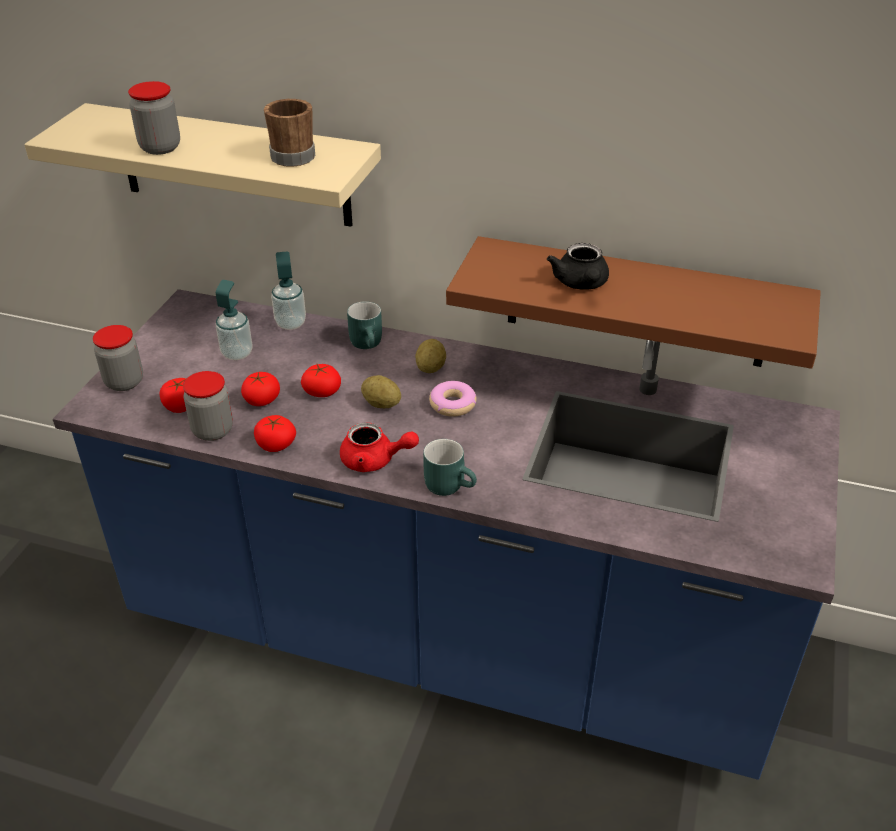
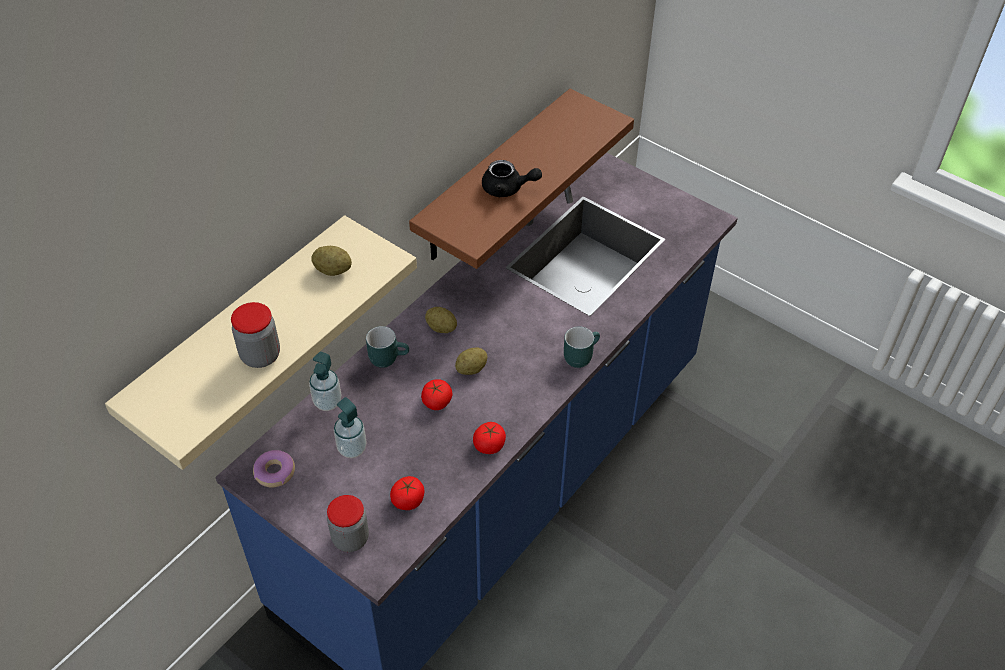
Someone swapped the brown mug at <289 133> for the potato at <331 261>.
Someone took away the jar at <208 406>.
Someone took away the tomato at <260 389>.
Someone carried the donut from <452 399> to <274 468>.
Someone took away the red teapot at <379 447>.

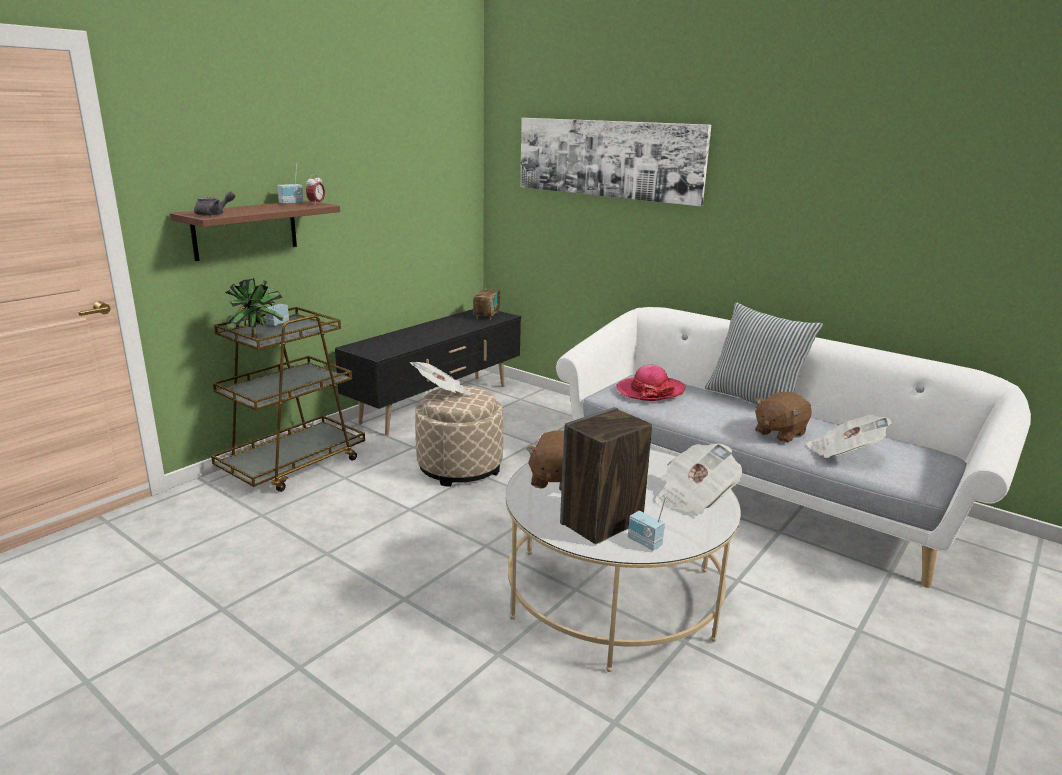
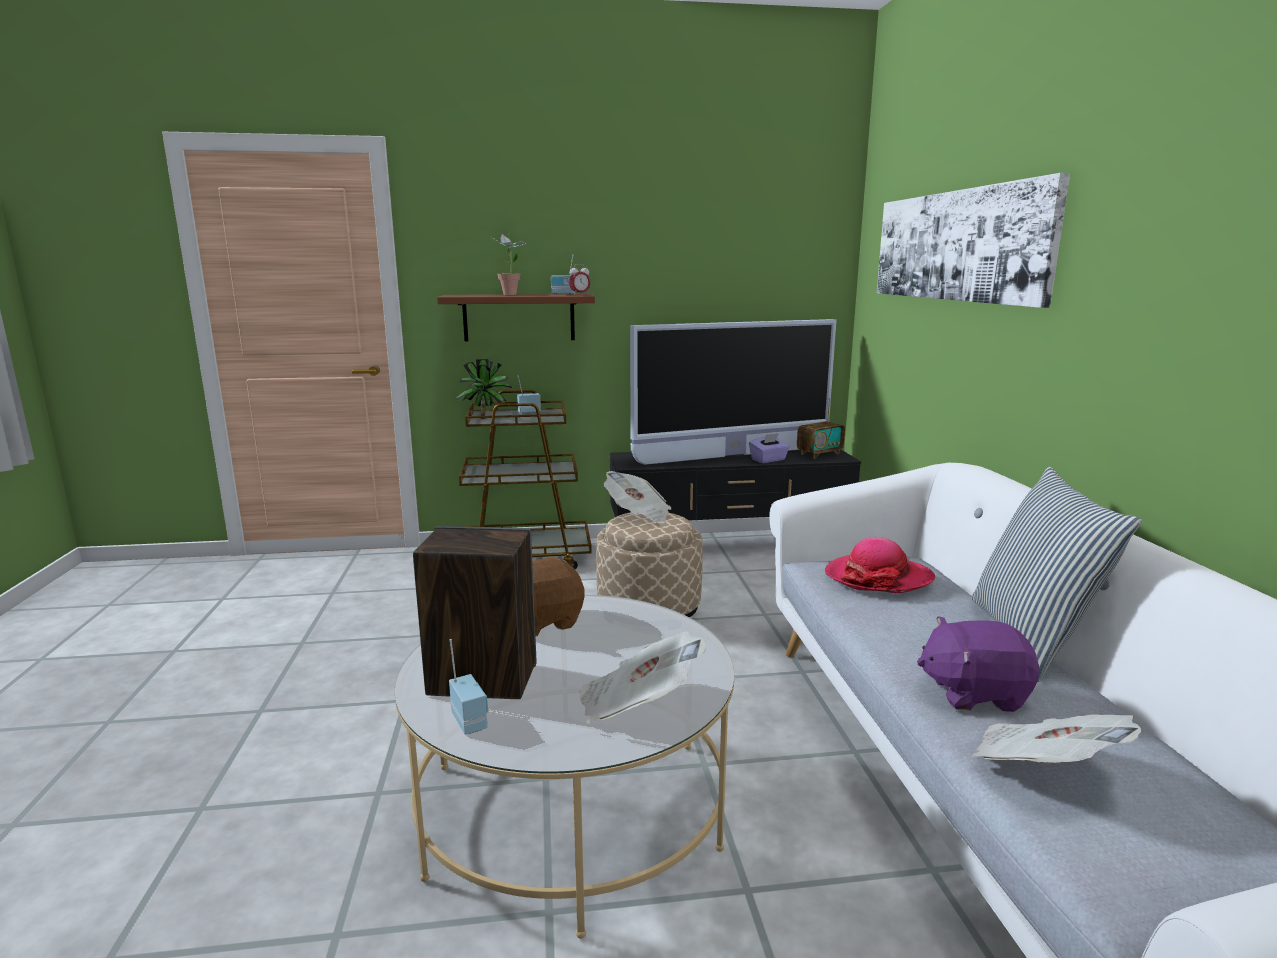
Someone took away the grey teapot at <214 204>.
Someone repainted the brown plush toy at <783 417>, which became the purple plush toy at <978 664>.
Someone rotated the radio at <647 523> by 150 degrees clockwise.
Someone put down the potted plant at <509 264>.
Someone put down the television at <733 392>.
Someone put down the purple tissue box at <769 448>.

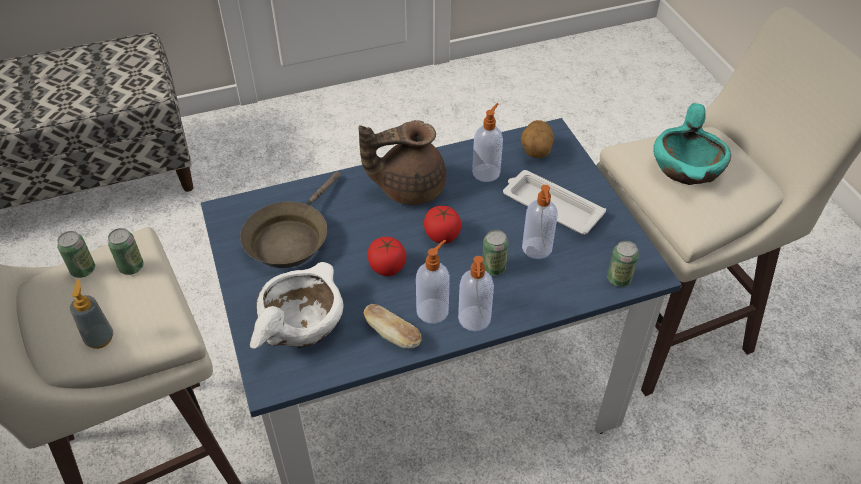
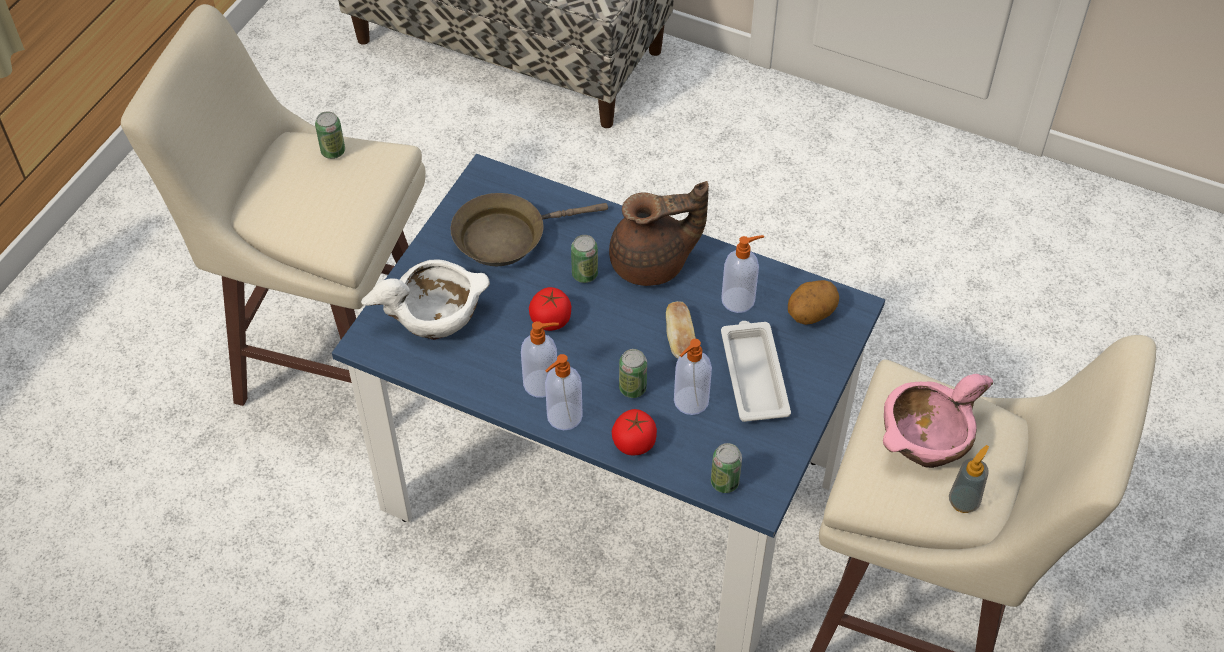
Someone repainted the turquoise bowl at <692 144>, which became the pink bowl at <938 421>.
Someone rotated the brown teapot at <402 162> by 135 degrees clockwise.
Someone carried the tomato from <442 225> to <634 432>.
Someone carried the can from <126 251> to <584 259>.
Someone carried the soap dispenser from <91 314> to <969 479>.
Someone carried the bread from <393 326> to <681 330>.

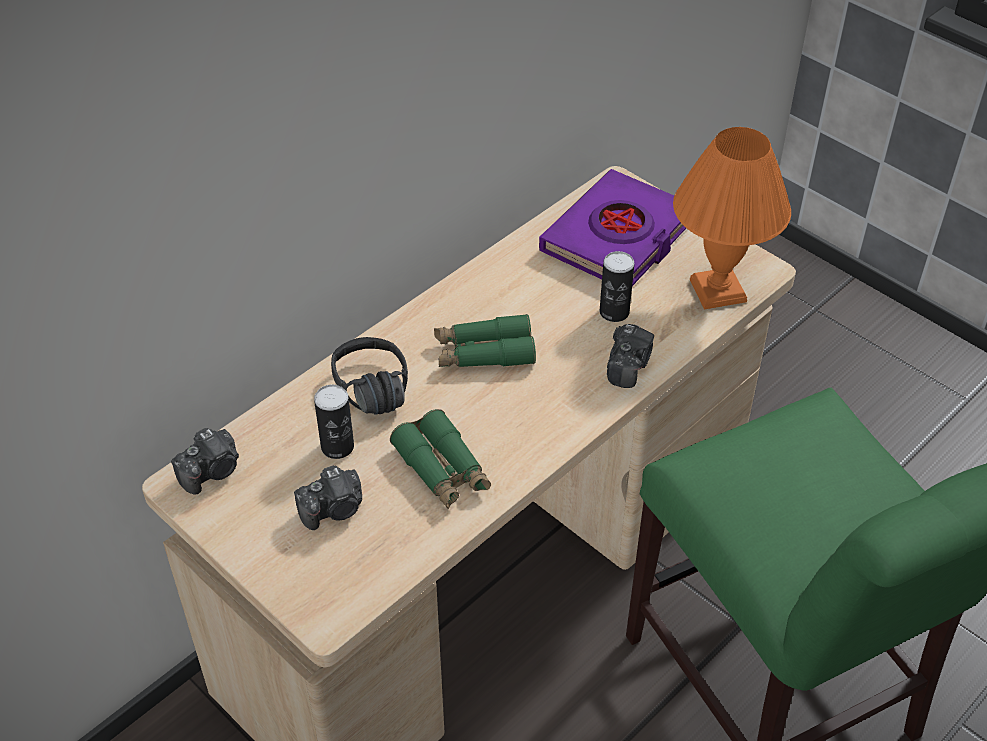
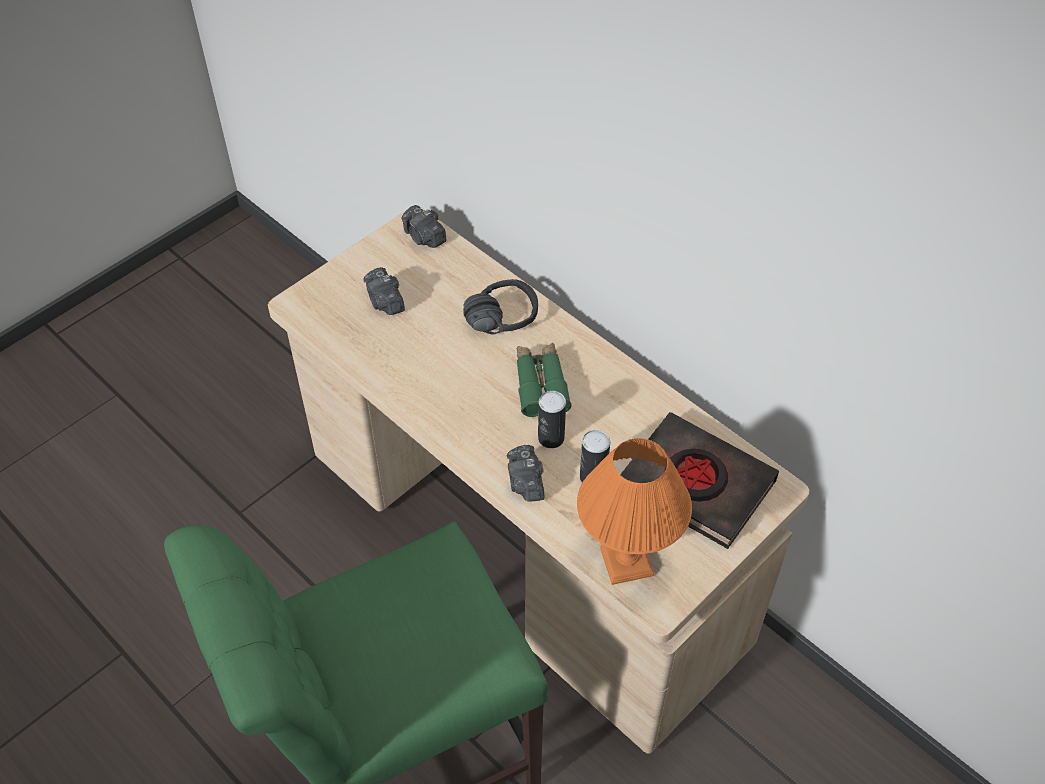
Someone repainted the purple book at <612 227>, which became the black book at <699 480>.
Someone rotated the photo camera at <630 356> by 60 degrees clockwise.
Someone carried the can from <334 421> to <552 419>.
Someone took away the green binoculars at <440 459>.

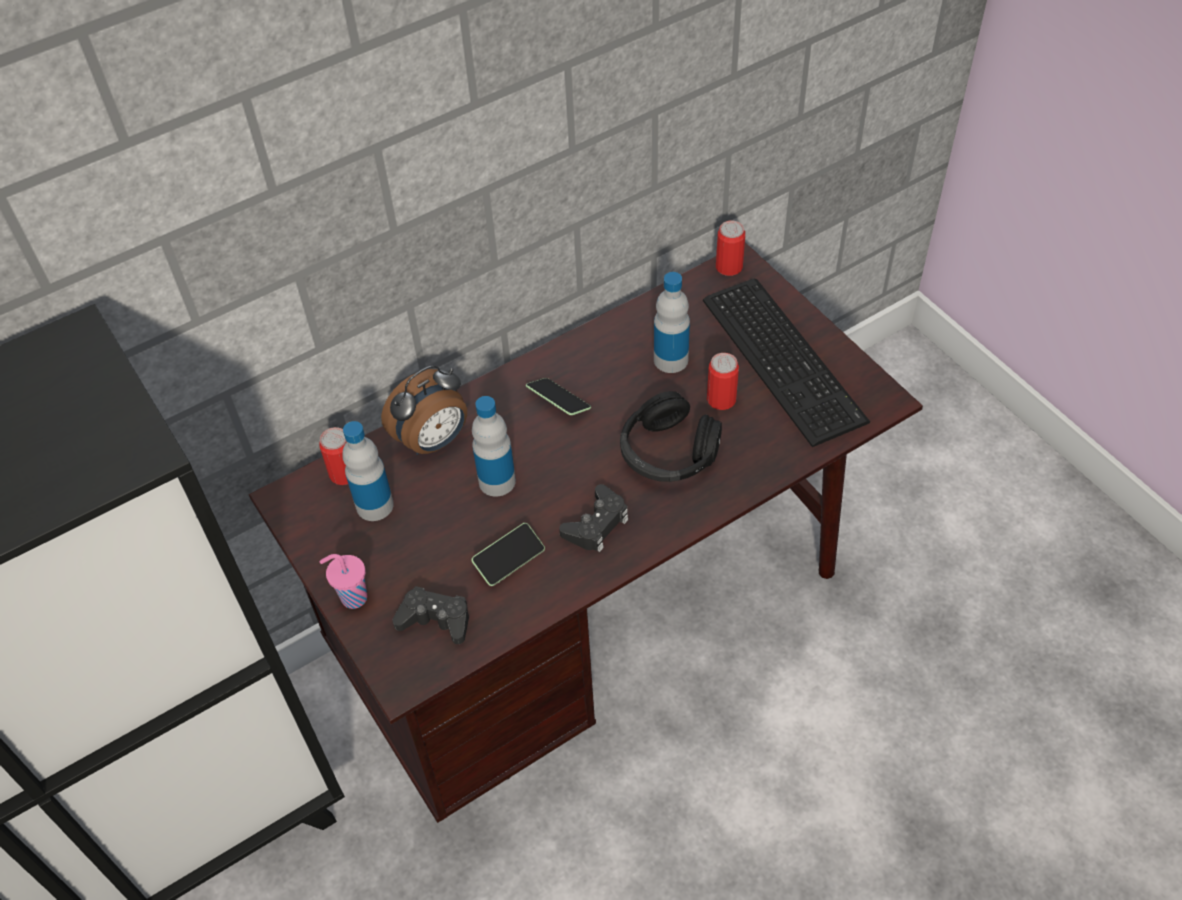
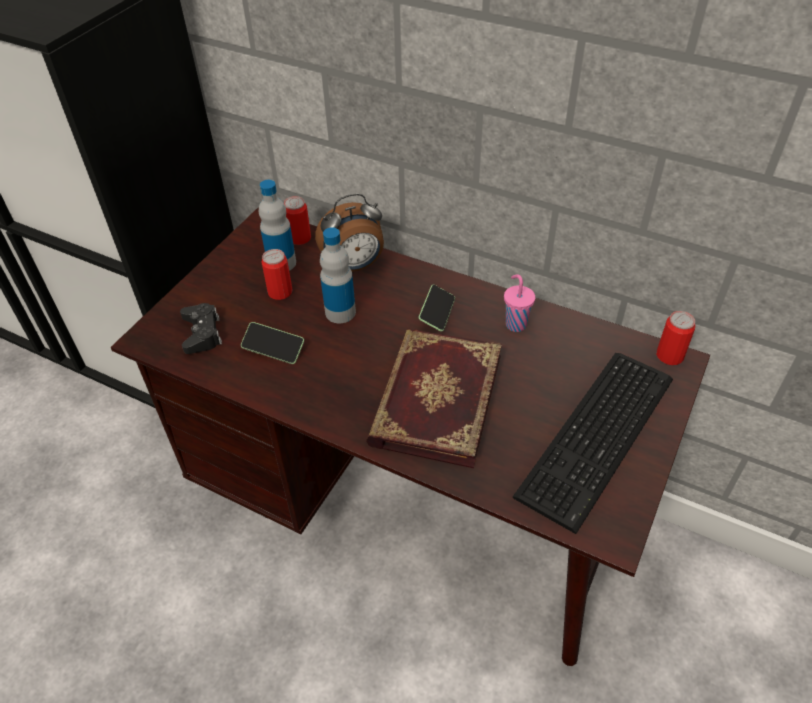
Someone took away the bottle at <672 322>.
Someone carried the can from <723 381> to <277 274>.
Someone rotated the alarm clock at <424 410> by 45 degrees counterclockwise.
Someone swapped the black headphones at <671 436> for the book at <434 398>.
Someone took away the black game controller at <594 518>.
Someone carried the pink cup from <343 581> to <519 303>.

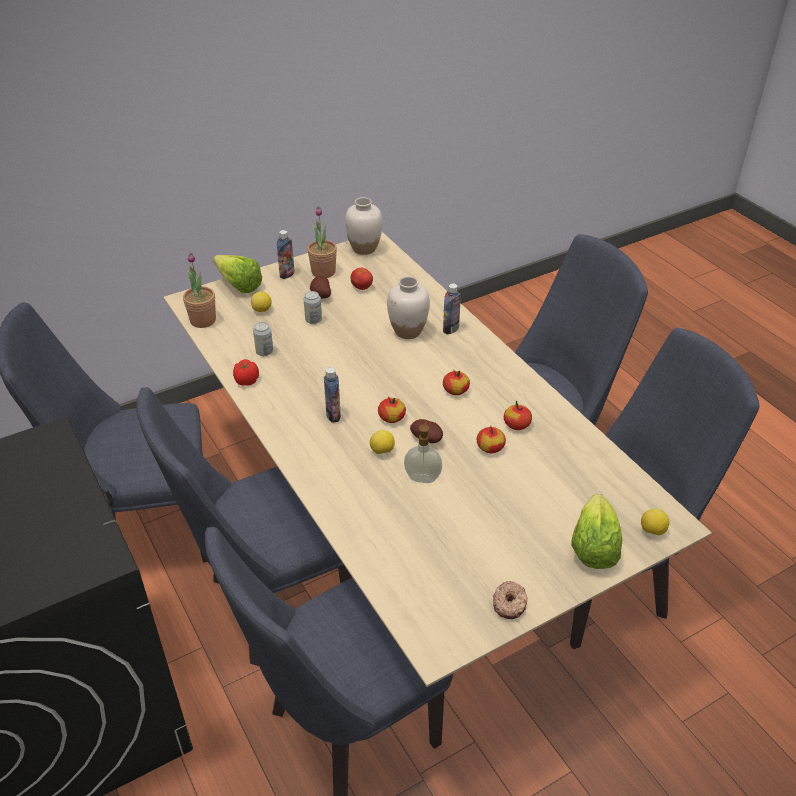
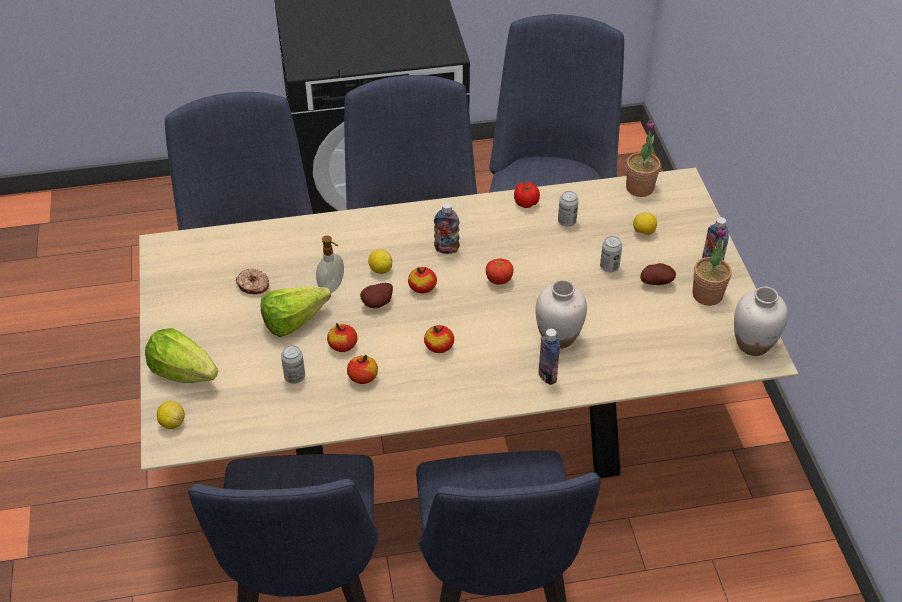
Someone carried the lettuce from <237 274> to <295 311>.
Someone carried the tomato from <362 279> to <499 272>.
Someone carried the donut from <510 600> to <252 281>.
Someone put down the can at <293 364>.

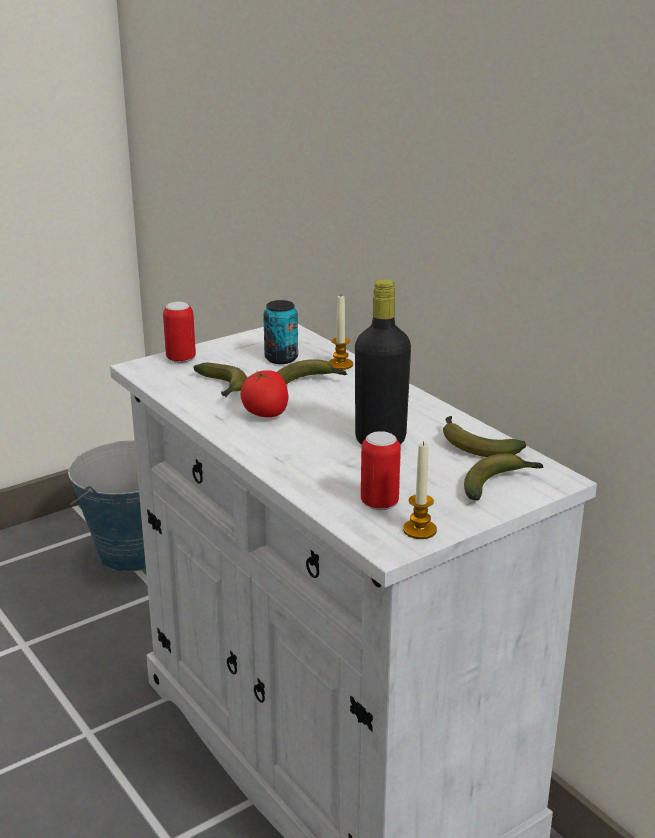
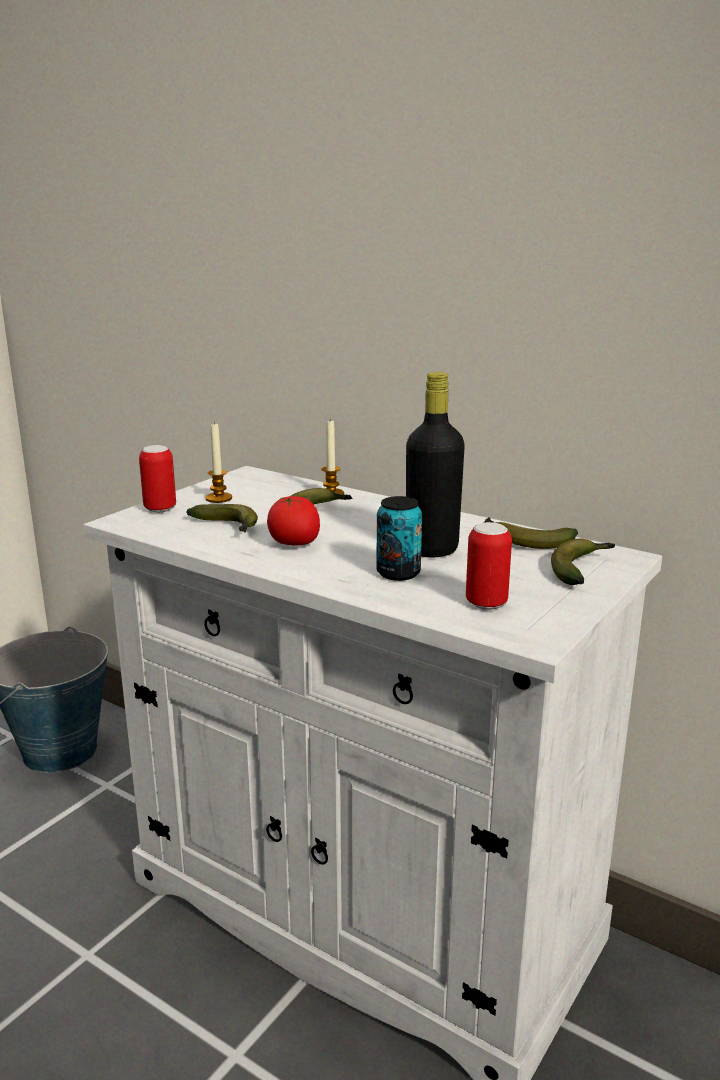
Someone carried the can from <280 332> to <399 538>.
Someone carried the candle from <420 490> to <219 462>.

